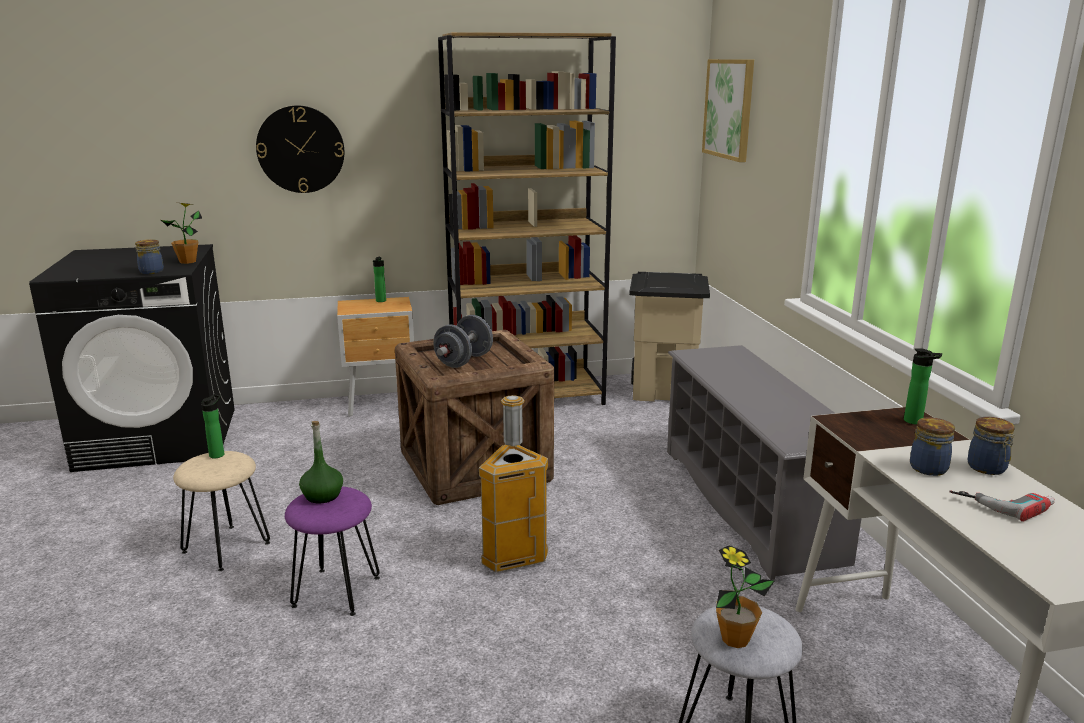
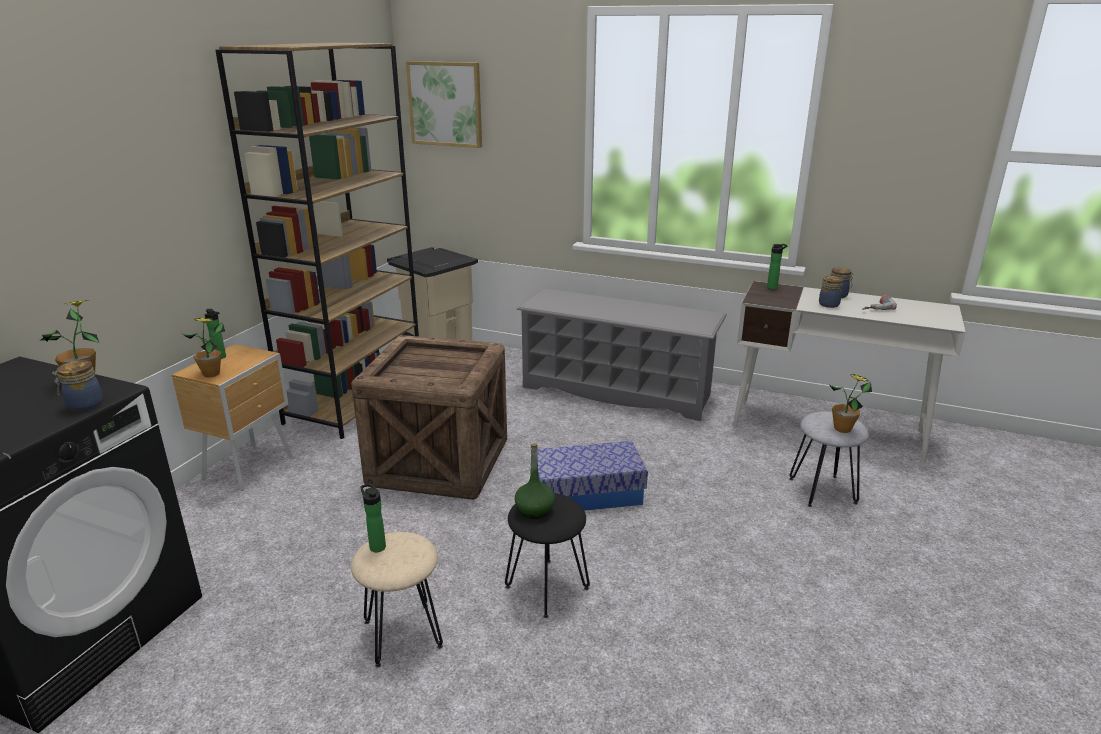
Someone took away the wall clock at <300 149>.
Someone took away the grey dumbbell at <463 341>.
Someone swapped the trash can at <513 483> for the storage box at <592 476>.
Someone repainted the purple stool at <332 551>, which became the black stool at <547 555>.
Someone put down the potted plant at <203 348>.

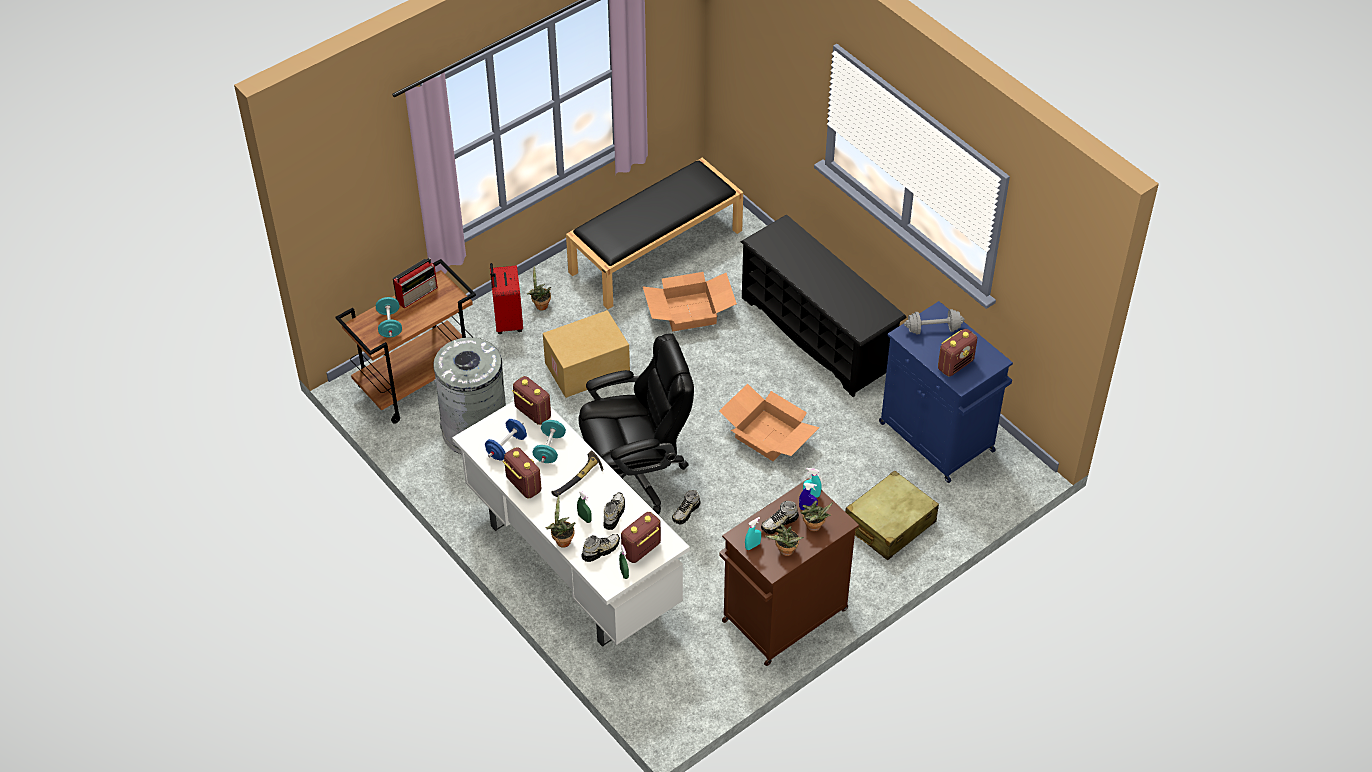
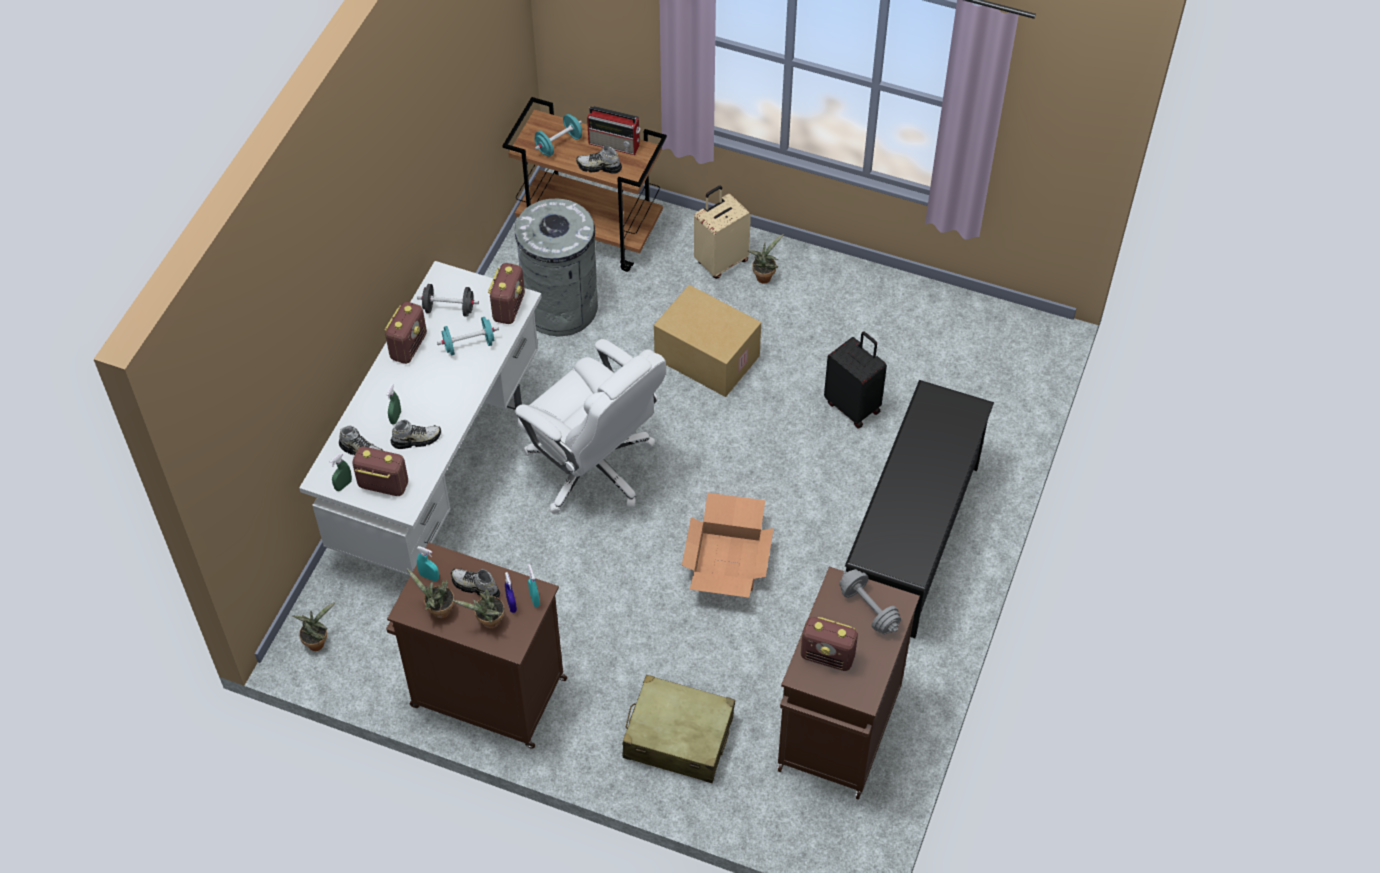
Someone took away the black bench at <654 233>.
Someone repainted the red suitcase at <506 298>, which became the beige suitcase at <722 232>.
Someone swapped the cardboard box at <689 301> for the black suitcase at <855 380>.
Someone repainted the blue cabinet at <946 392>, which became the brown cabinet at <849 683>.
Someone repainted the black office chair at <636 424>, which became the white office chair at <590 426>.
Someone repainted the blue dumbbell at <506 439>, which became the black dumbbell at <448 300>.
Someone took away the hammer at <577 473>.
Someone carried the shoe from <686 507> to <599 160>.
Someone carried the potted plant from <560 521> to <314 626>.

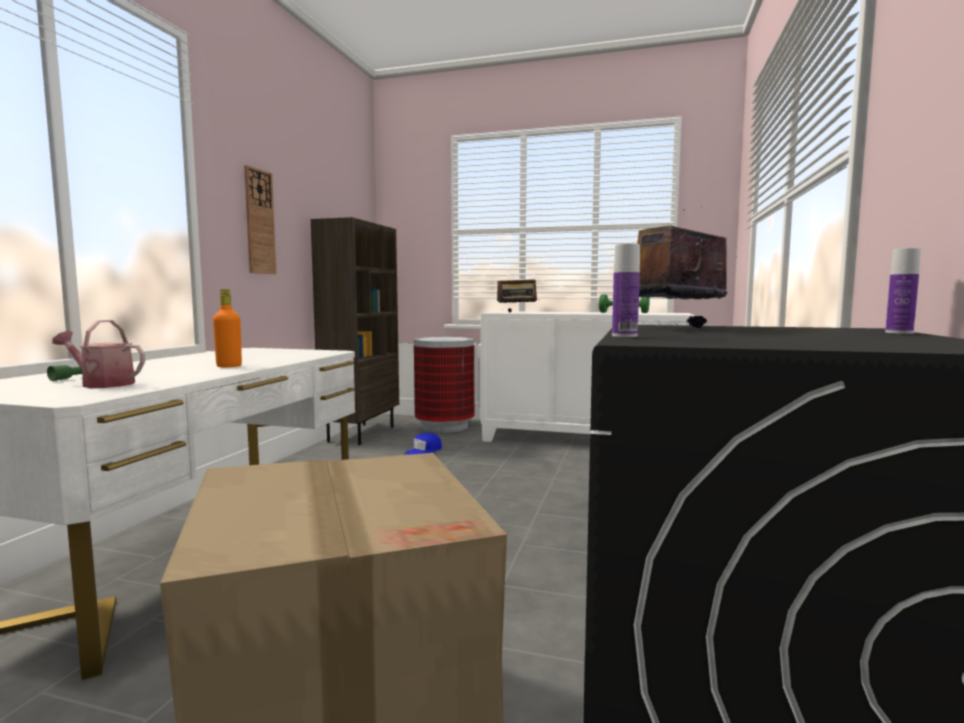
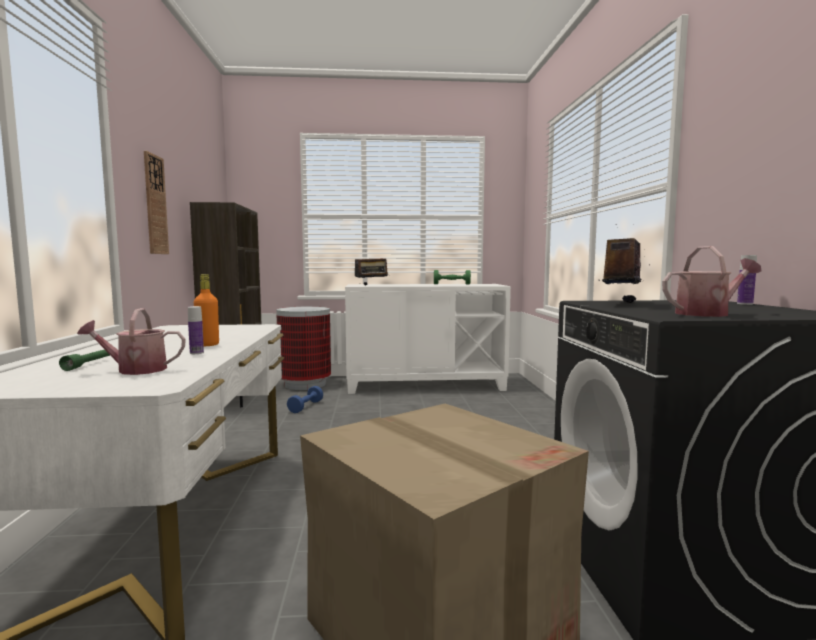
Someone carried the bottle from <626 290> to <196 330>.
Someone swapped the blue cap at <423 443> for the blue dumbbell at <305 399>.
Someone put down the watering can at <712 281>.

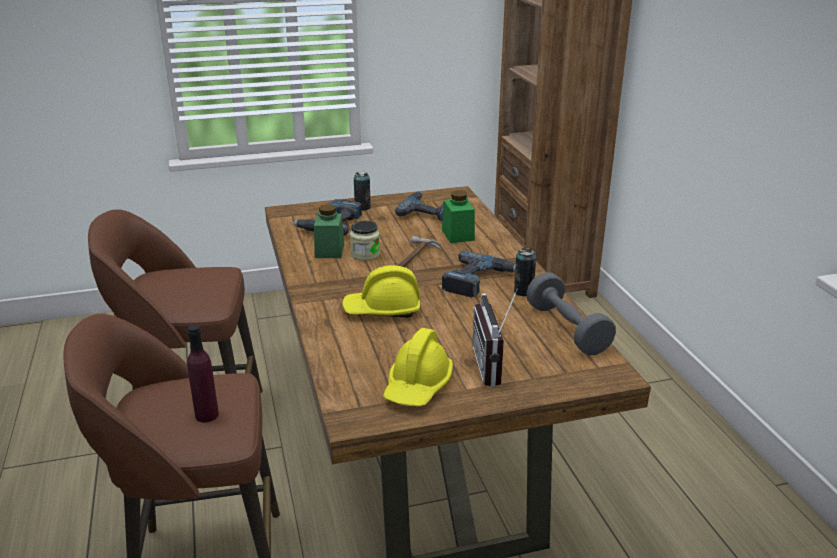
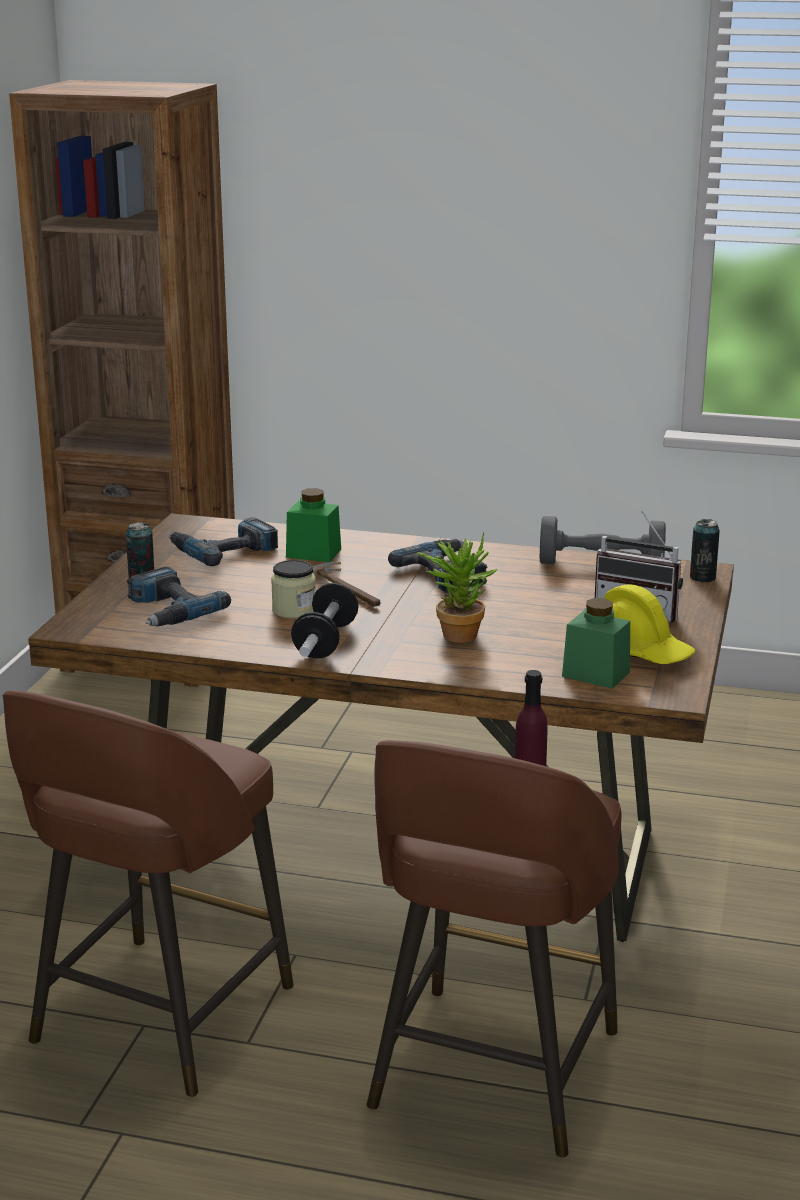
Someone carried the green jar from <329 231> to <596 643>.
Someone carried the can from <525 272> to <705 550>.
Someone swapped the yellow hard hat at <381 291> for the potted plant at <457 587>.
Someone put down the dumbbell at <325 620>.

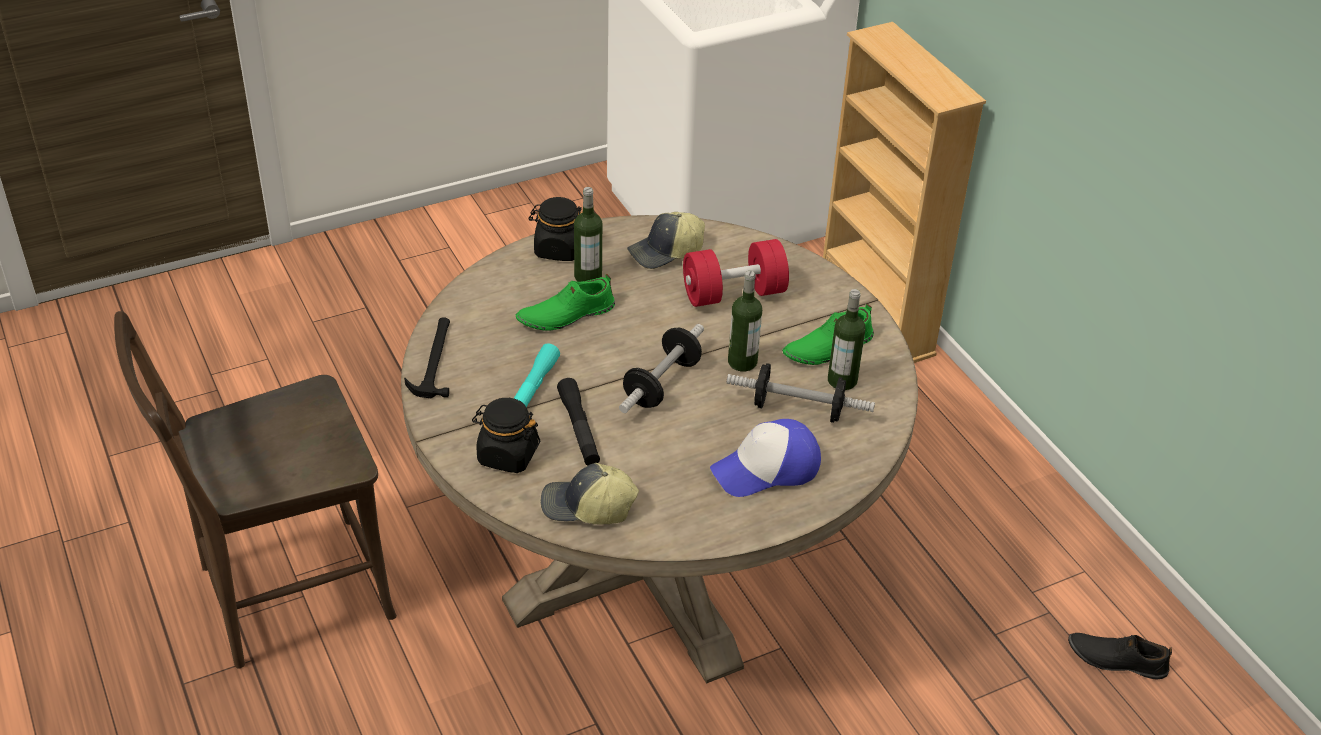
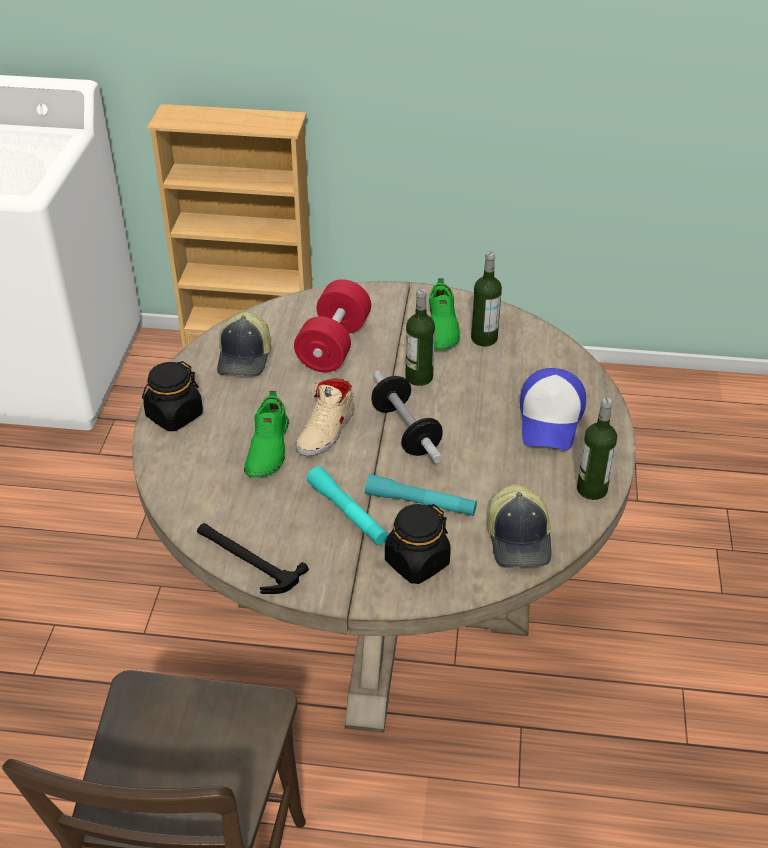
Someone carried the bottle from <588 234> to <597 448>.
Someone took away the dumbbell at <801 393>.
Someone repainted the black flashlight at <578 422>, which became the turquoise flashlight at <421 495>.
Someone rotated the cap at <589 493> by 45 degrees counterclockwise.
Someone took away the black shoe at <1120 656>.
Someone put down the beige shoe at <325 417>.

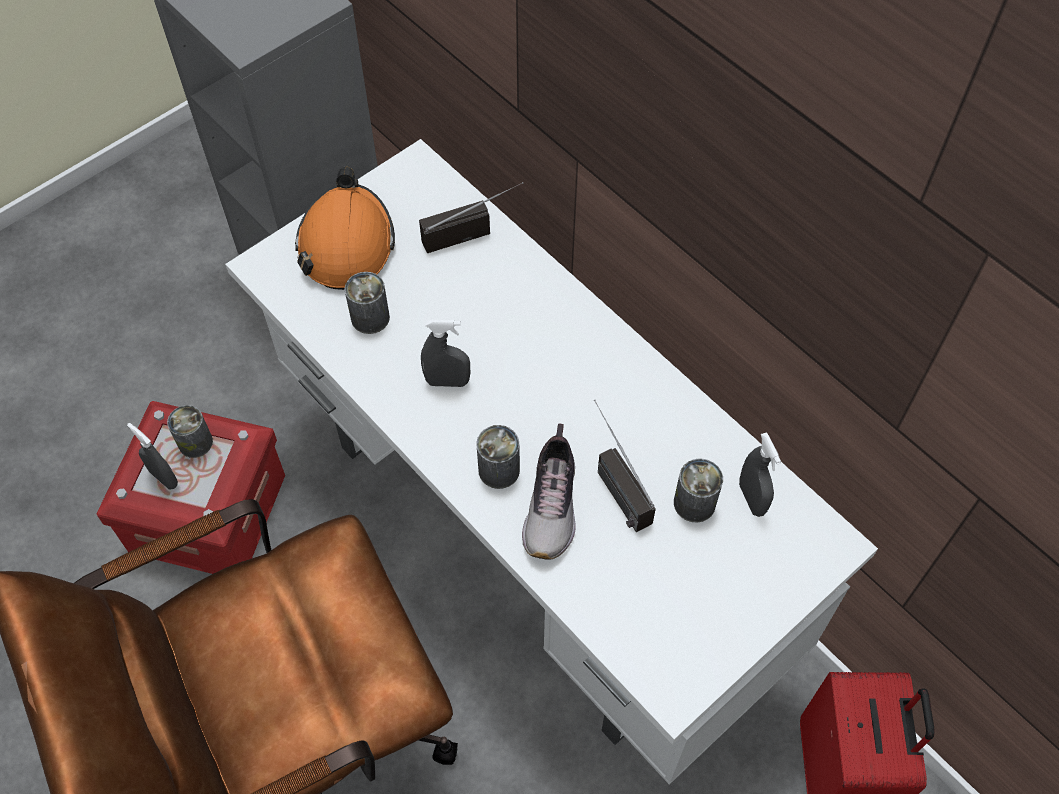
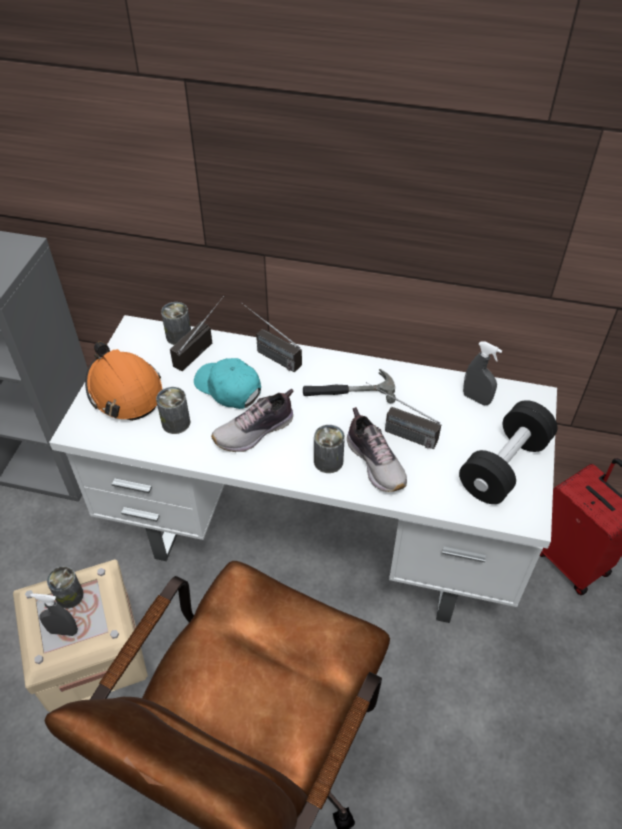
Someone swapped the grey spray bottle at <445 353> for the shoe at <252 420>.
Someone repainted the red storage box at <191 487>, which became the beige storage box at <80 636>.
Someone carried the can from <698 490> to <176 323>.
Someone put down the radio at <271 338>.
Someone put down the turquoise cap at <227 383>.
Someone put down the hammer at <349 386>.
Someone put down the black dumbbell at <508 452>.

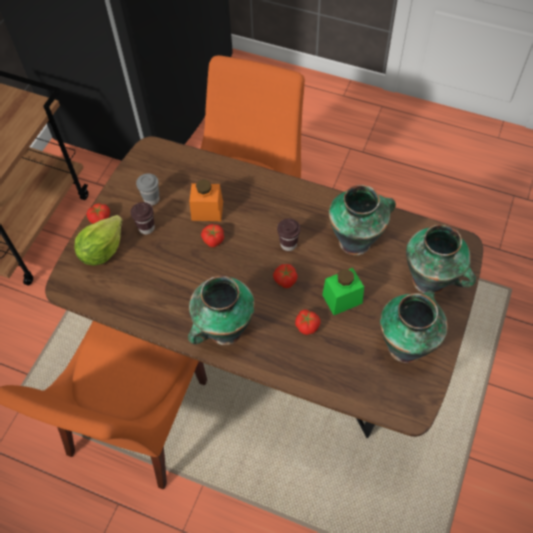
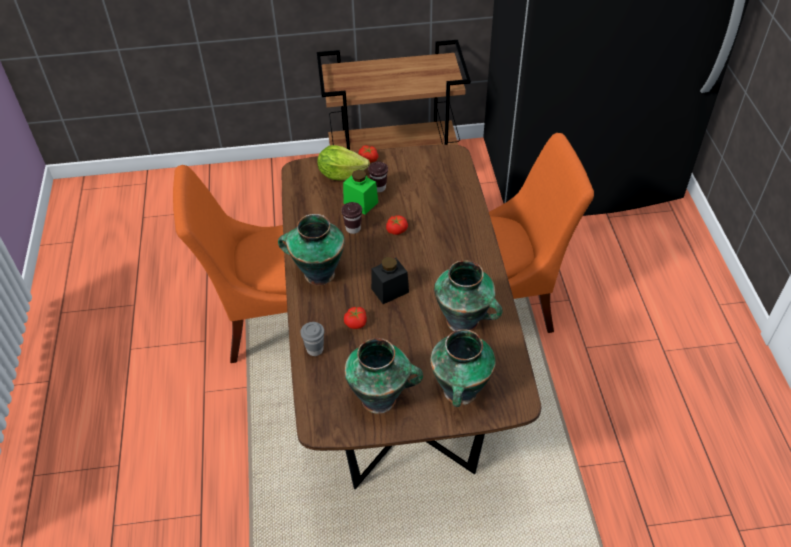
Someone carried the grey cup from <148 189> to <312 339>.
Someone took away the orange jar at <206 200>.
Someone carried the brown cup from <288 234> to <351 218>.
Someone swapped the tomato at <285 276> for the black jar at <390 280>.
Someone carried the green jar from <343 291> to <360 192>.

